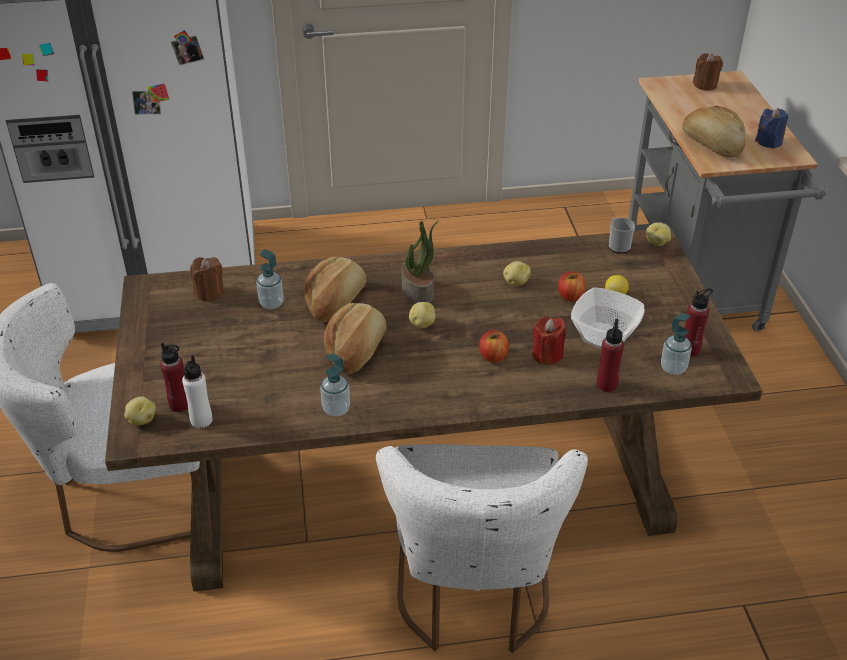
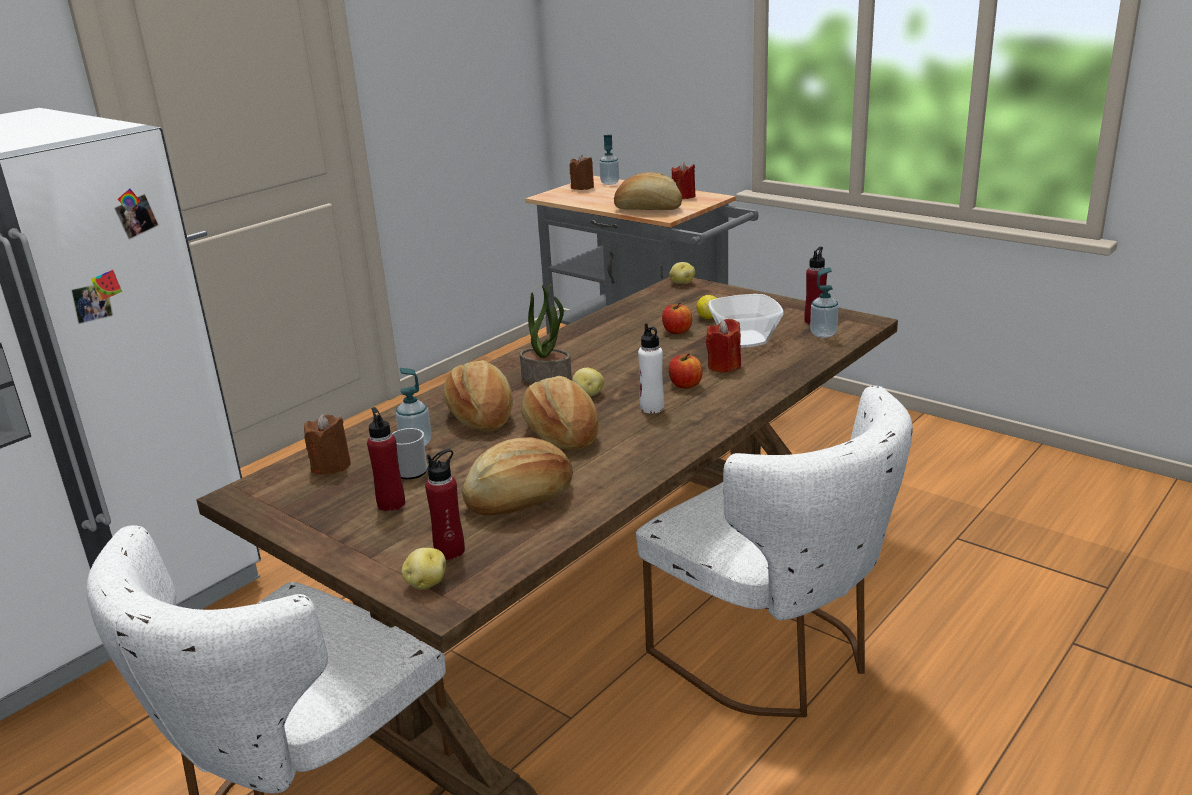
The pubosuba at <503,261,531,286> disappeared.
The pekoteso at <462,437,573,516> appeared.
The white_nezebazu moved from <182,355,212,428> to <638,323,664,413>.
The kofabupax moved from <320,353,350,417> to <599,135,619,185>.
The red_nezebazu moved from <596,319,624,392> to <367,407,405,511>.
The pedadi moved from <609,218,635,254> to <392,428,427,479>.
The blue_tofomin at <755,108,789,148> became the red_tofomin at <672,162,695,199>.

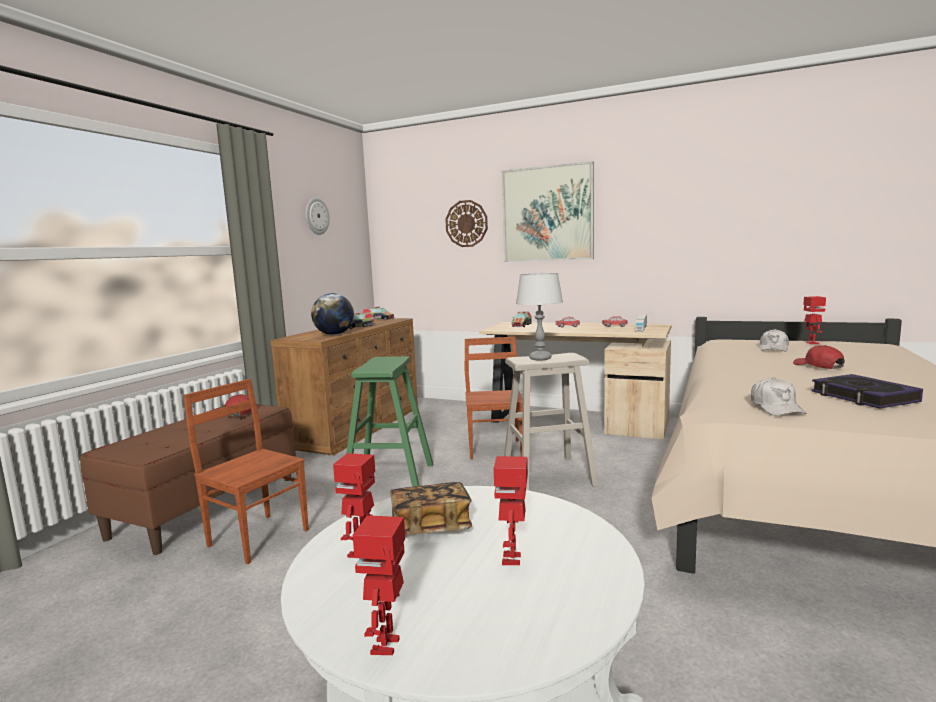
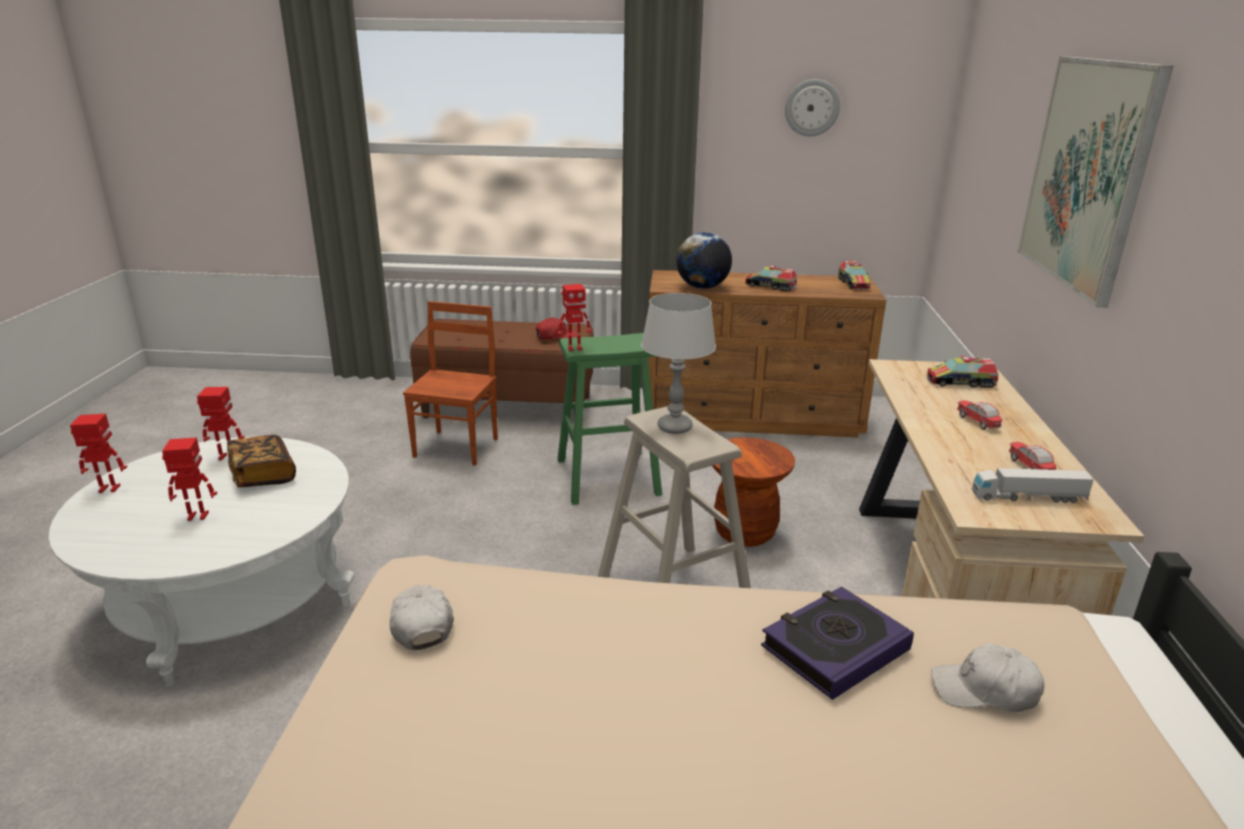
The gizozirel at <445,200,488,247> disappeared.
The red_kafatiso at <793,345,845,369> disappeared.
The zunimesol moved from <803,296,826,344> to <558,284,592,352>.
The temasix moved from <811,374,923,409> to <761,586,914,700>.
The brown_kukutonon at <465,337,523,459> was replaced by the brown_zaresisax at <712,437,795,547>.
The white_kafatiso at <751,378,807,416> turned 90 degrees clockwise.

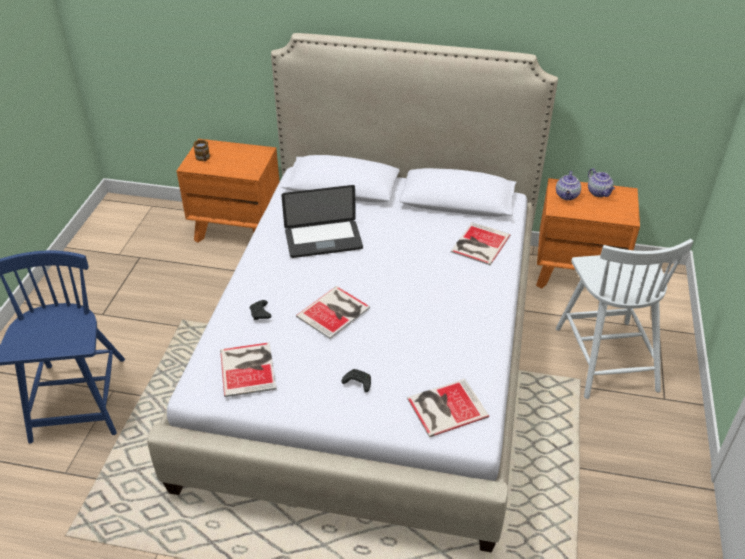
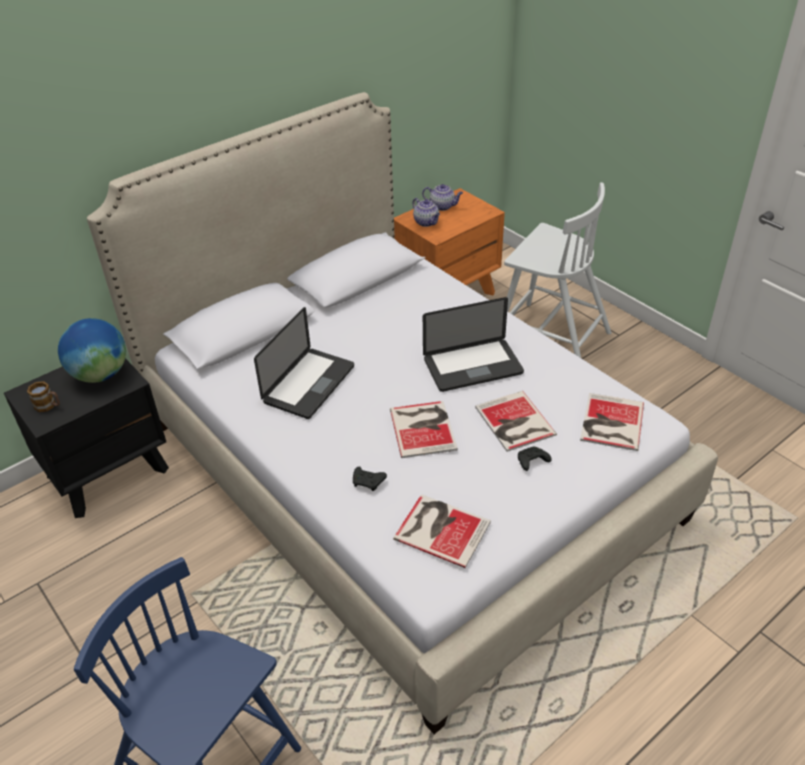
The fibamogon at <58,318,126,383> appeared.
The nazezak at <423,297,524,392> appeared.
The temasix moved from <451,222,511,265> to <475,391,557,452>.
The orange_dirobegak at <177,139,279,243> became the black_dirobegak at <4,358,169,518>.

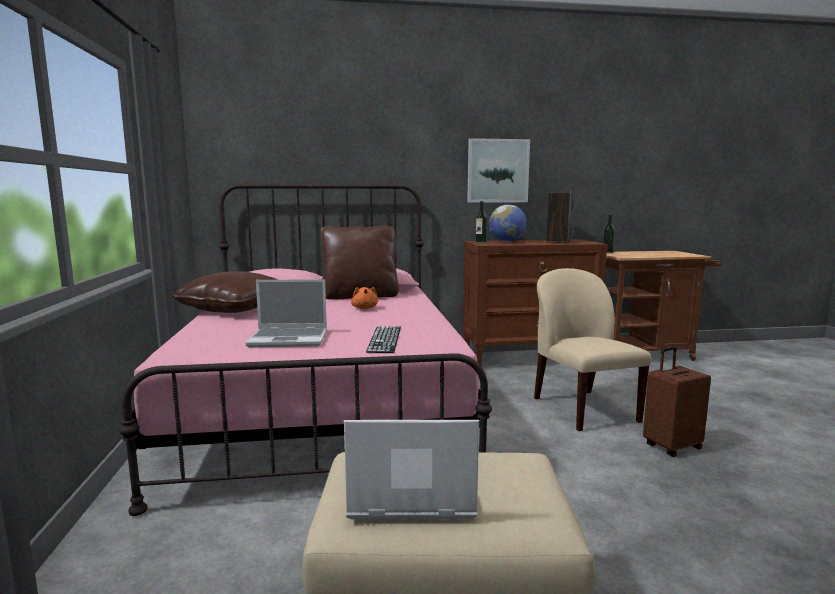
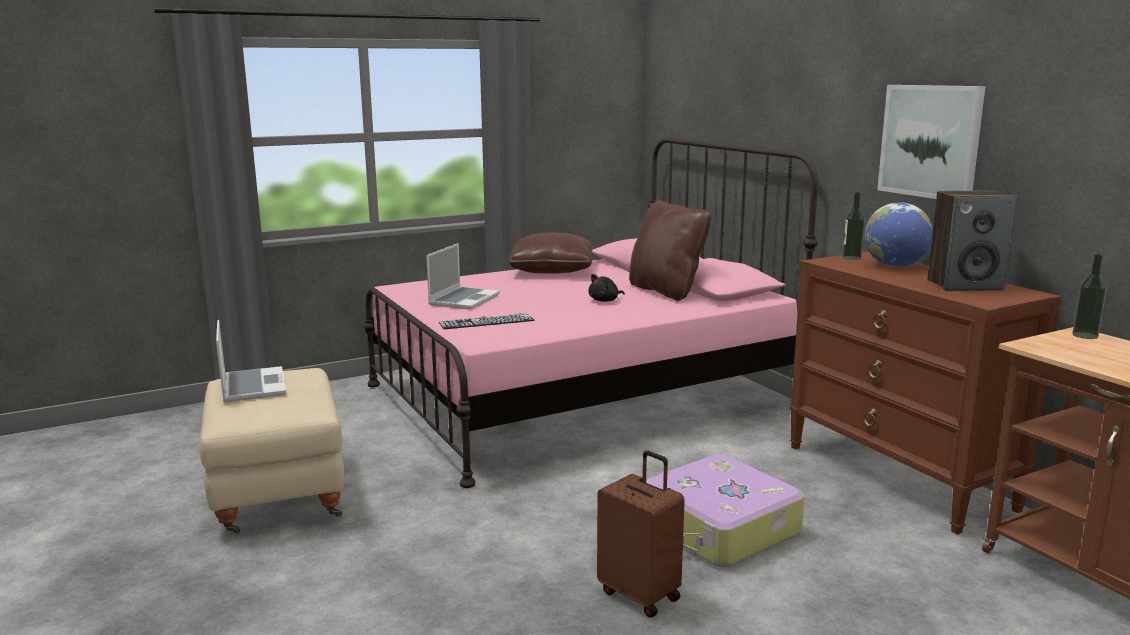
The beige_kukutonon at <534,268,652,431> was replaced by the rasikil at <646,454,805,567>.
The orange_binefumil at <351,287,378,309> became the black_binefumil at <588,274,625,302>.
The nazezak at <246,279,327,348> turned 135 degrees counterclockwise.

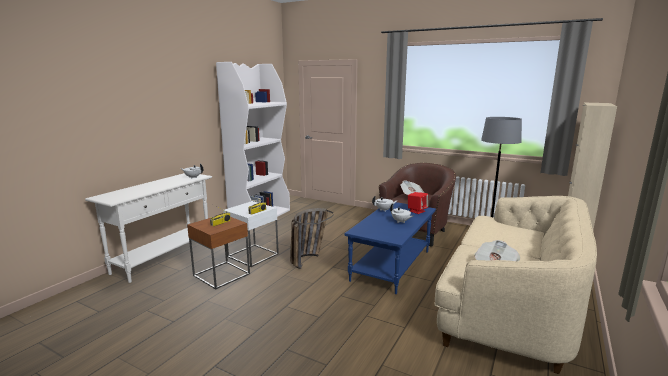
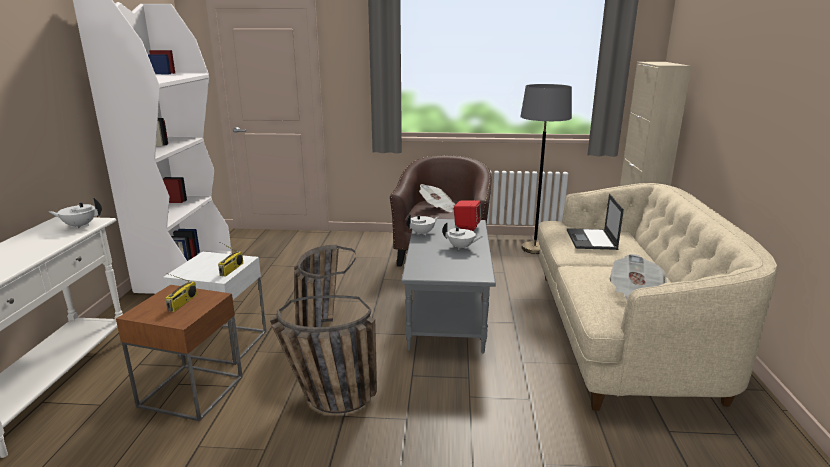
The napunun at <270,295,377,414> appeared.
The nazezak at <567,194,624,250> appeared.
The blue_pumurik at <344,202,436,294> became the grey_pumurik at <401,219,496,353>.

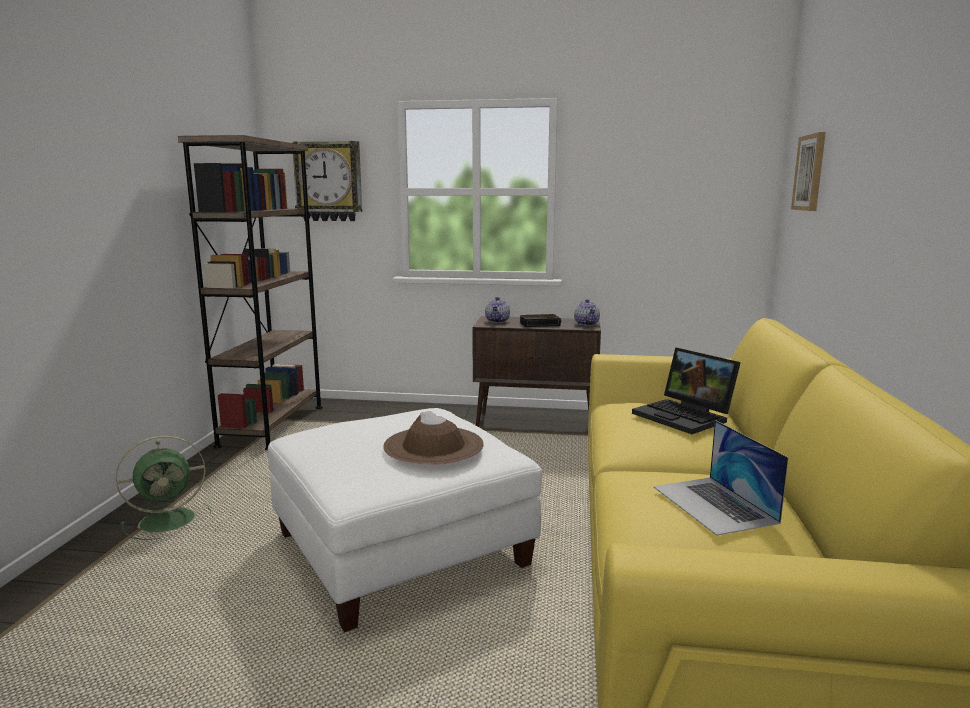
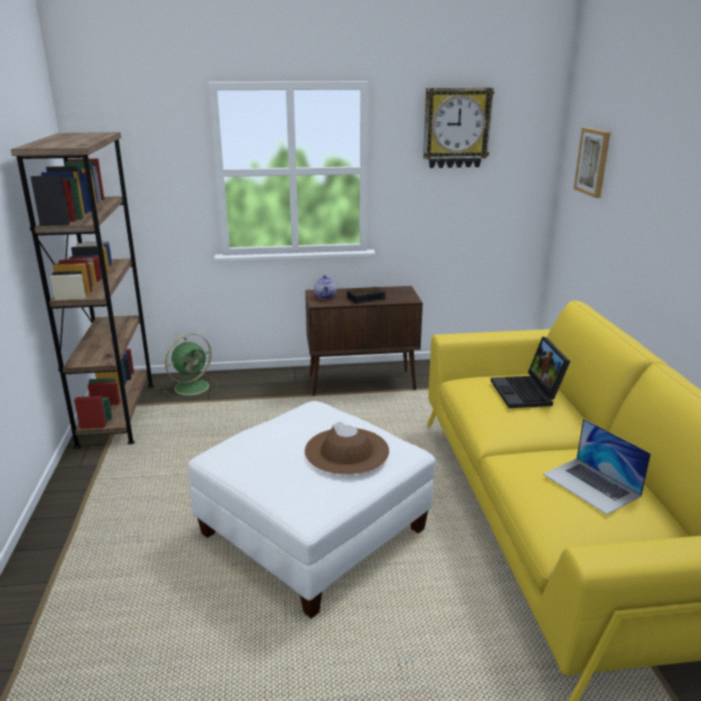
The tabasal at <574,299,600,326> disappeared.
The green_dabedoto moved from <116,435,211,540> to <163,333,218,399>.
The gizozirel moved from <292,141,362,221> to <423,88,494,168>.
The nazezak at <632,347,741,434> turned 45 degrees clockwise.

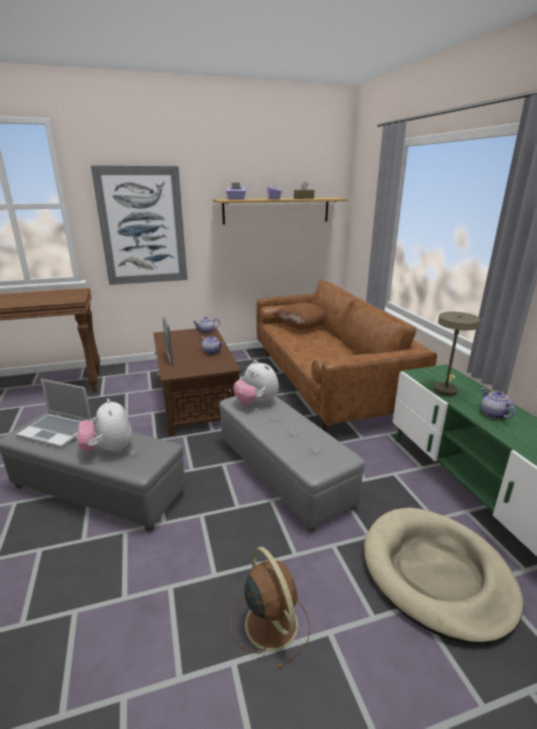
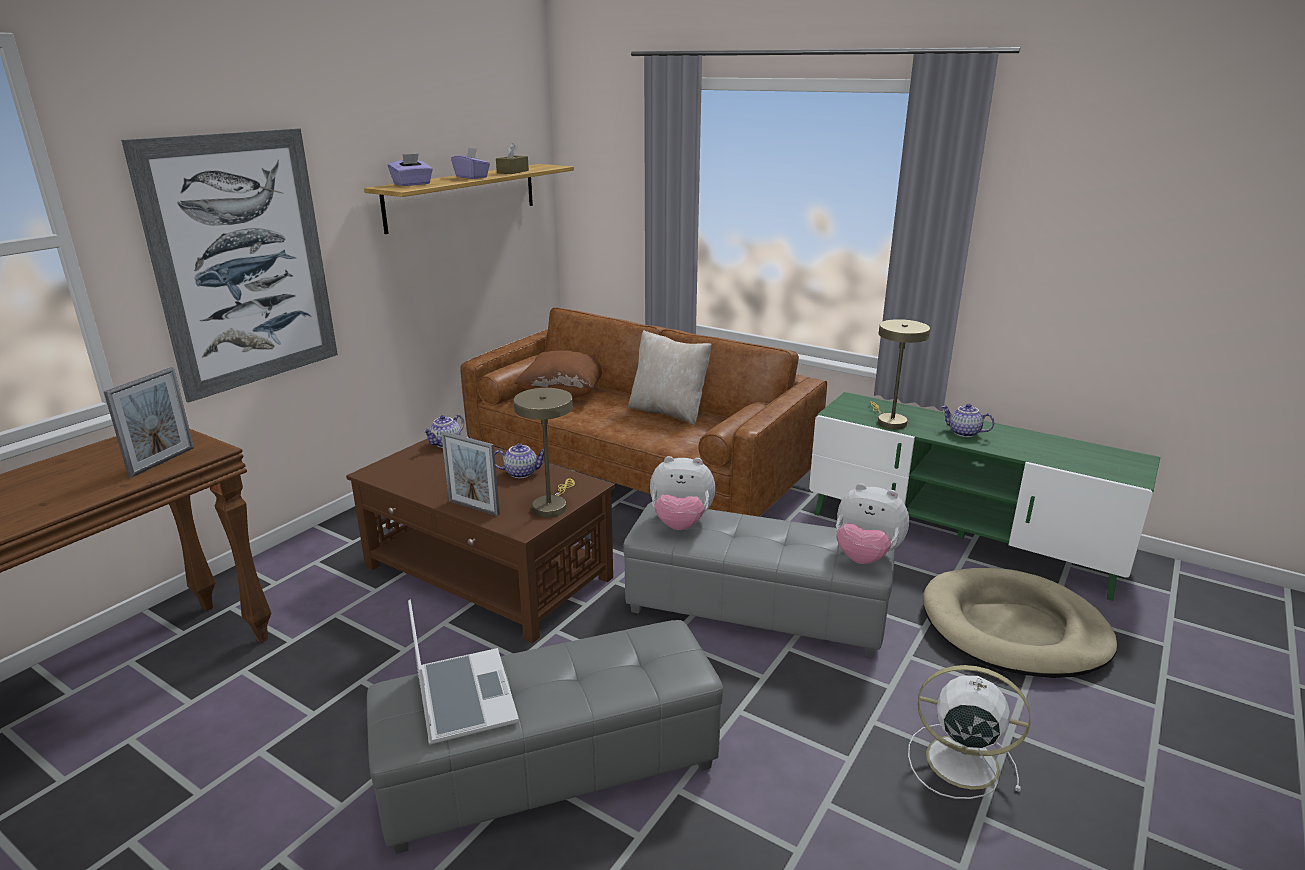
The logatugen at <104,367,194,478> appeared.
The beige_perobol at <514,388,575,517> appeared.
The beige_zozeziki at <628,330,712,426> appeared.
The binefumil moved from <77,399,132,454> to <836,483,909,564>.
The brown_dabedoto at <230,547,311,669> became the white_dabedoto at <908,665,1030,799>.
The nazezak at <16,379,91,448> turned 90 degrees counterclockwise.

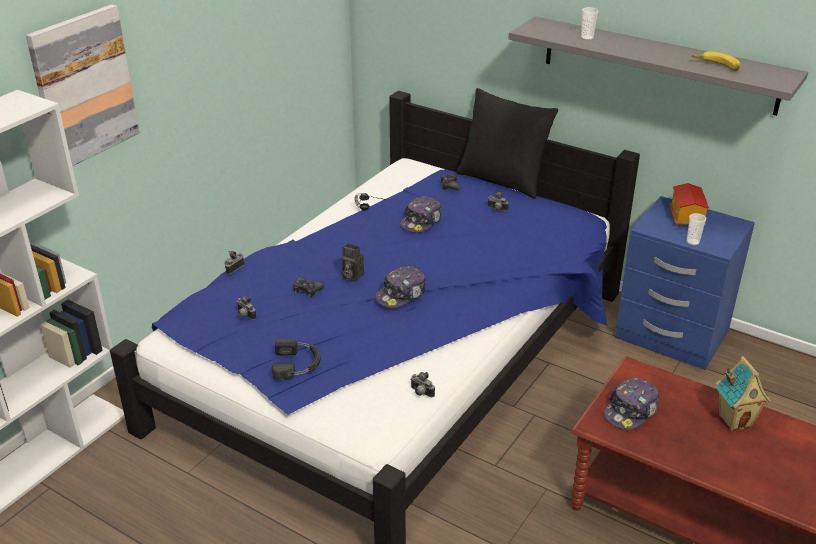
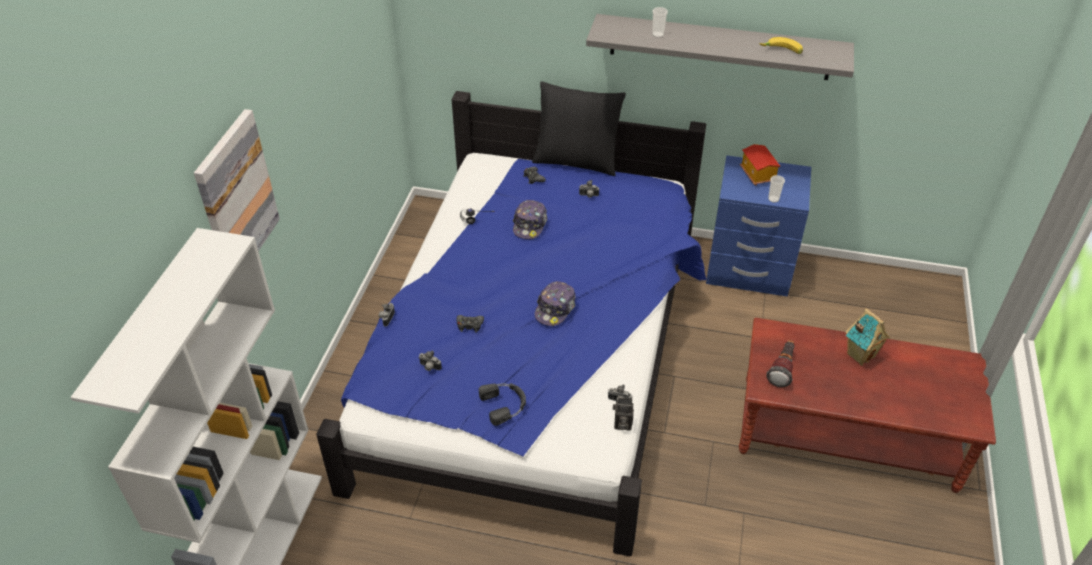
The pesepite moved from <342,243,364,281> to <613,397,634,430>.
The kafatiso at <604,378,659,430> was replaced by the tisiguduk at <767,340,795,387>.

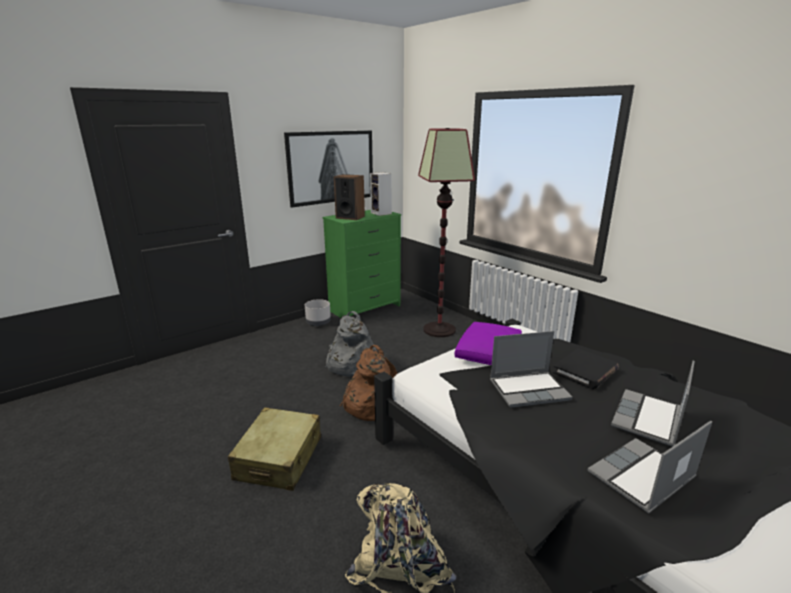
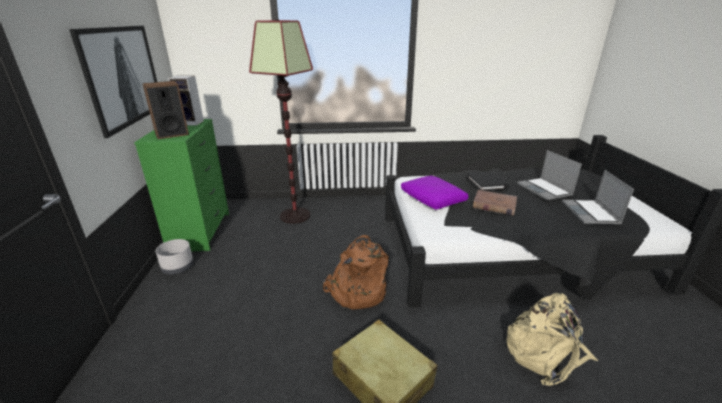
The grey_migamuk at <325,311,376,376> disappeared.
The nazezak at <490,331,573,408> was replaced by the brown_temasix at <473,190,517,215>.

